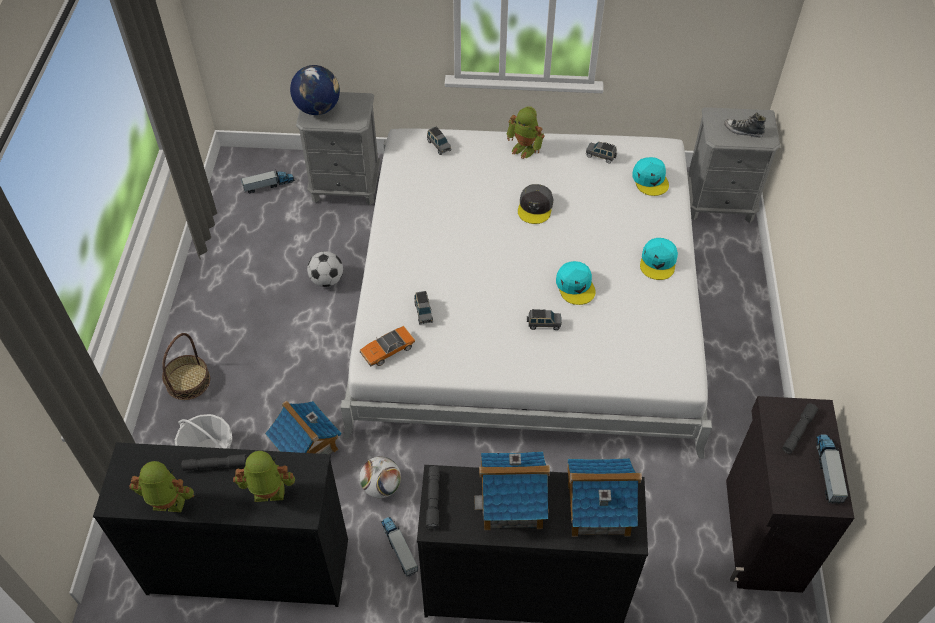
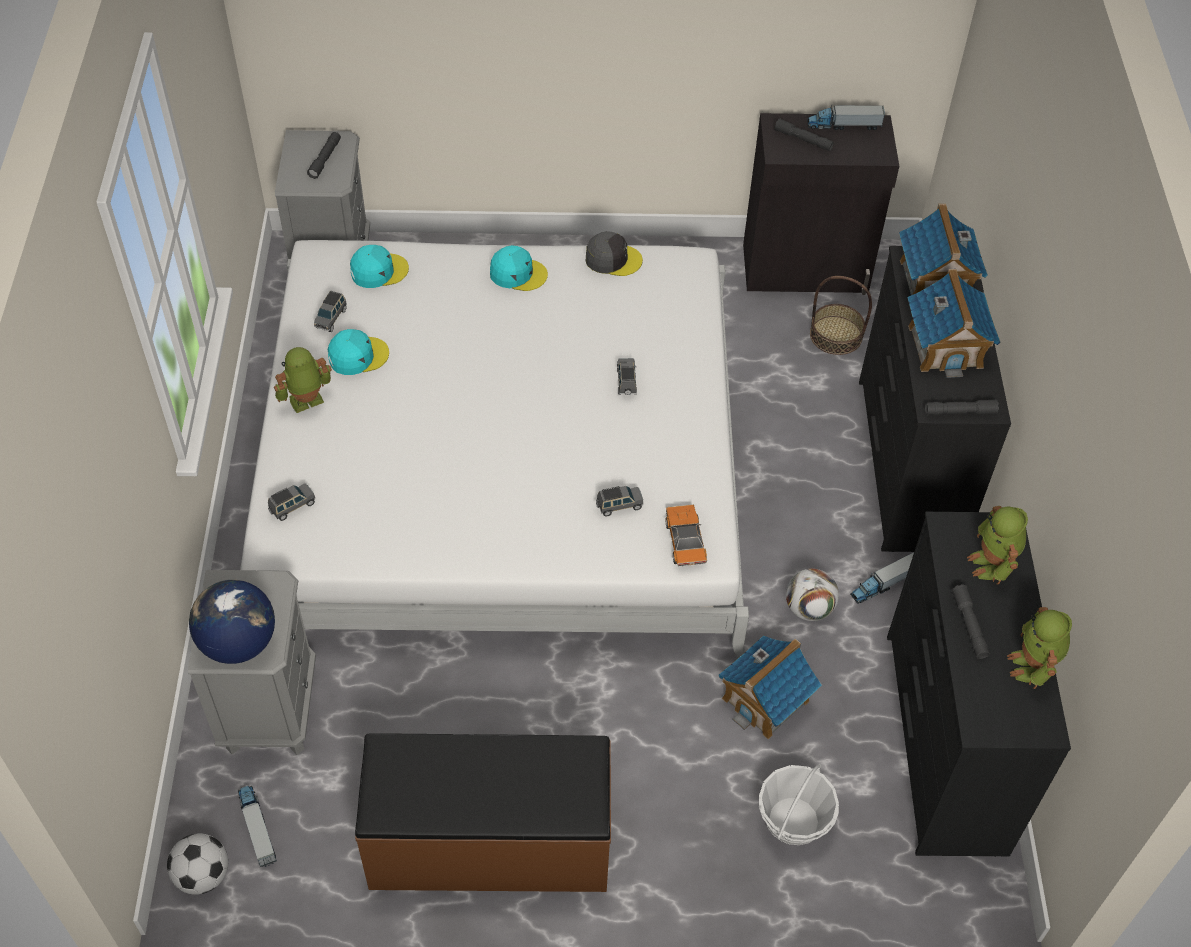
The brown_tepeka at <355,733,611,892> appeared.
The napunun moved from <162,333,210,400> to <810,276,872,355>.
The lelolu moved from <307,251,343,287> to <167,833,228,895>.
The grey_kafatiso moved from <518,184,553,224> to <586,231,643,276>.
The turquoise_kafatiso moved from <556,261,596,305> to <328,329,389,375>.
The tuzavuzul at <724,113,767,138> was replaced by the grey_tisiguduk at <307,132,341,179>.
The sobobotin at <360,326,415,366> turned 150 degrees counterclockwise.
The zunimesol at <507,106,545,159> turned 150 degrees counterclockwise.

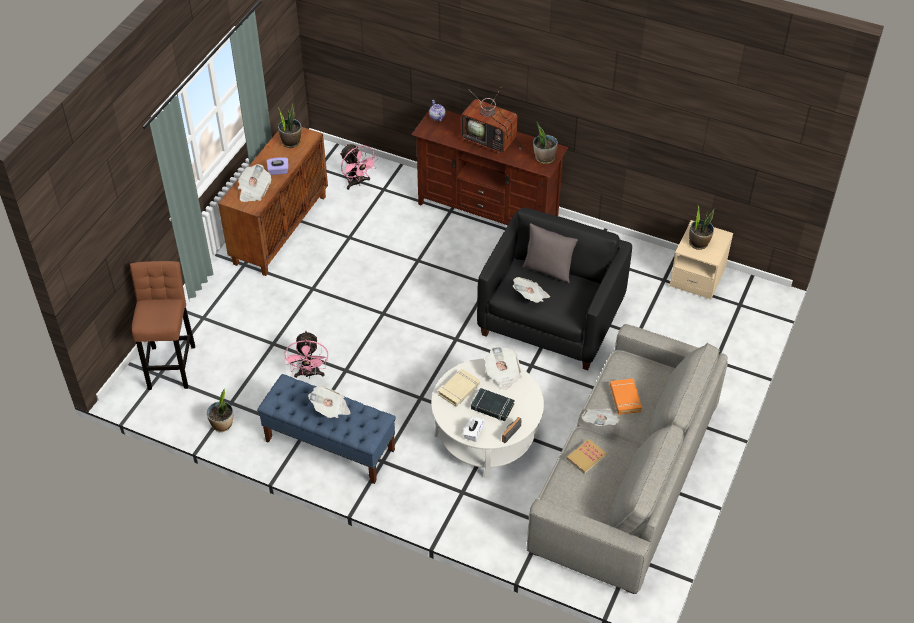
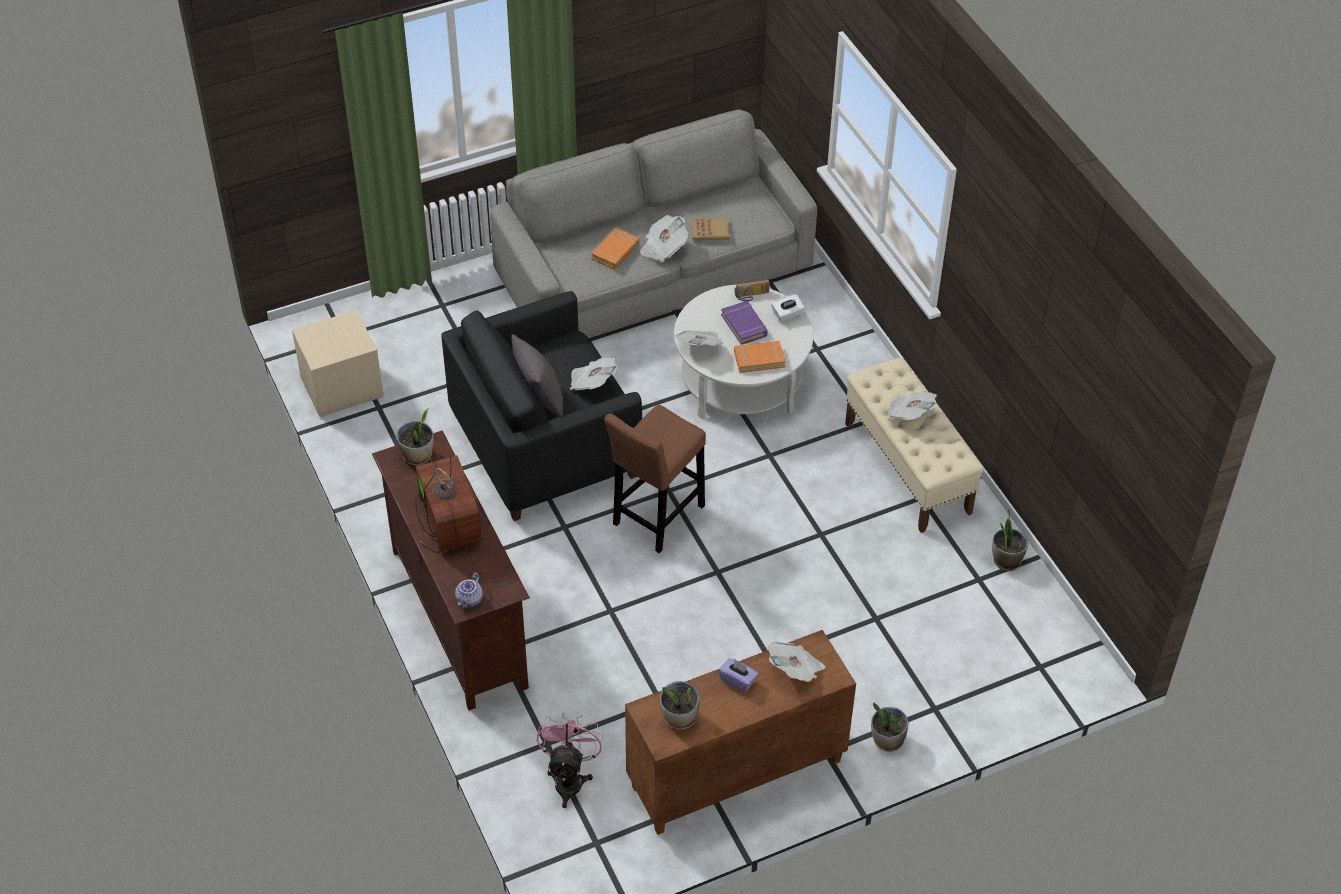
The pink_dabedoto at <285,331,328,379> disappeared.
The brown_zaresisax moved from <130,261,195,390> to <604,405,706,553>.
The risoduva moved from <689,206,714,250> to <871,703,908,752>.
The blue_tepeka at <257,374,396,484> became the beige_tepeka at <845,357,984,533>.
The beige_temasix at <438,369,480,407> became the orange_temasix at <734,341,786,373>.
The black_temasix at <471,388,515,421> became the purple_temasix at <721,301,768,344>.

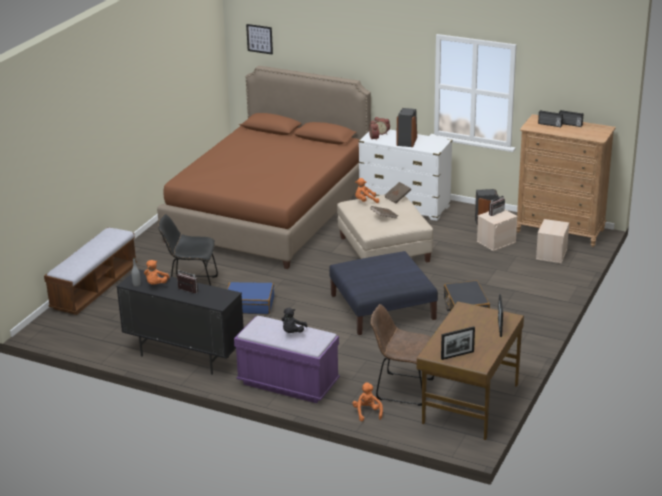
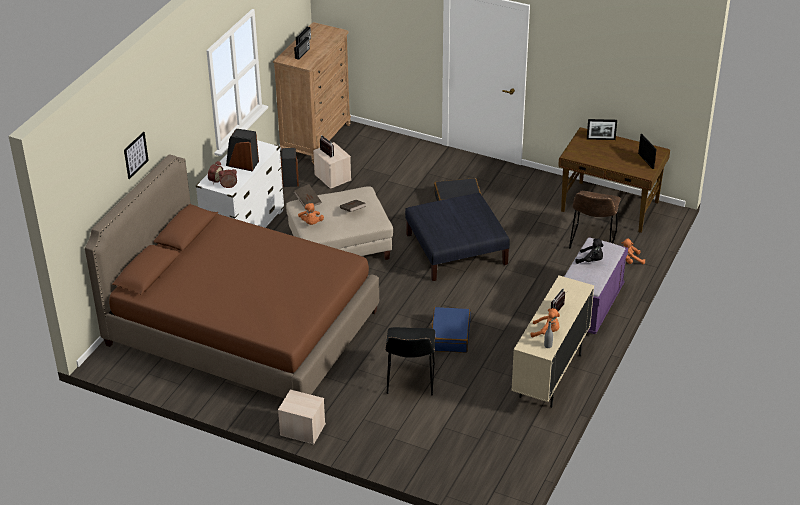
The tepeka at <44,227,137,315> disappeared.
The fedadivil moved from <246,24,273,55> to <124,132,149,179>.
The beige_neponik moved from <536,219,569,263> to <278,389,326,445>.
The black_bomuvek at <117,269,244,375> became the beige_bomuvek at <511,276,594,408>.

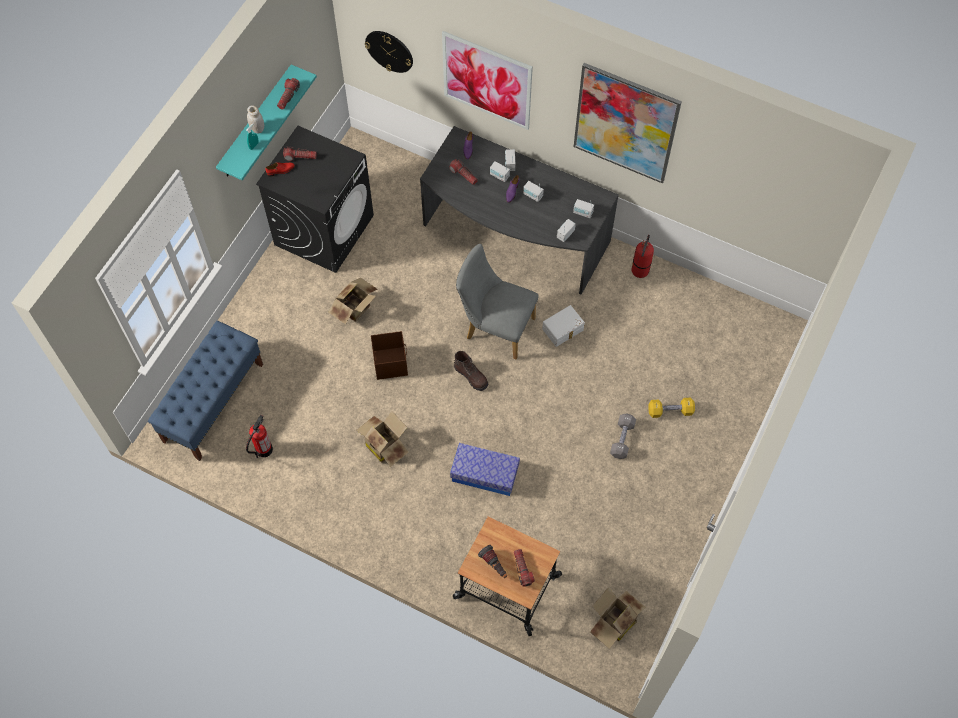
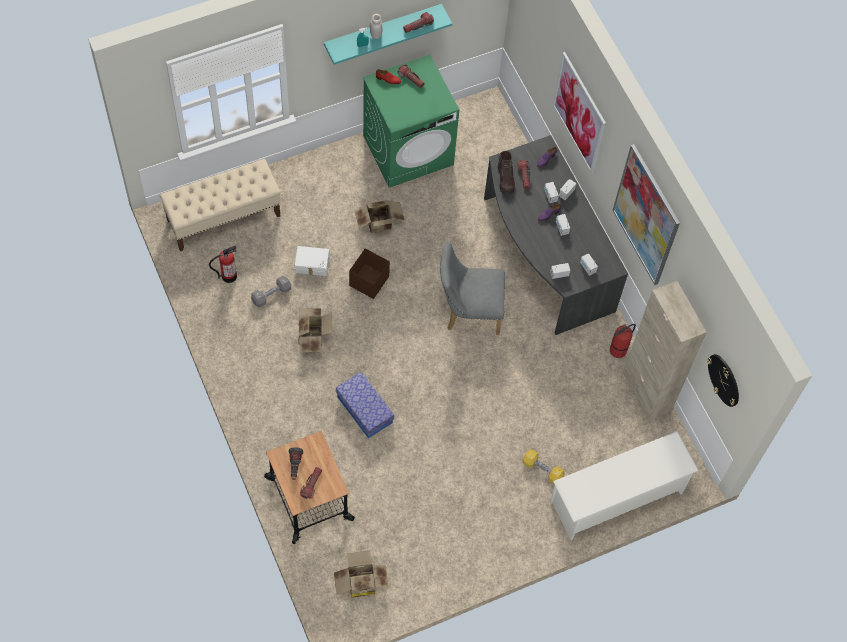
The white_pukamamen at <550,431,699,540> appeared.
The beige_bomuvek at <623,281,707,421> appeared.
The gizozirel moved from <365,31,413,73> to <707,354,739,407>.
The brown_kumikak moved from <454,351,488,391> to <498,151,515,195>.
The white_neponik moved from <542,305,585,347> to <295,246,329,276>.
The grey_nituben moved from <610,414,636,459> to <251,276,291,307>.
The blue_tepeka at <148,321,263,461> became the beige_tepeka at <160,159,281,251>.
The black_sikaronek at <256,126,374,273> became the green_sikaronek at <363,55,459,188>.
The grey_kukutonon at <456,244,539,359> turned 60 degrees counterclockwise.

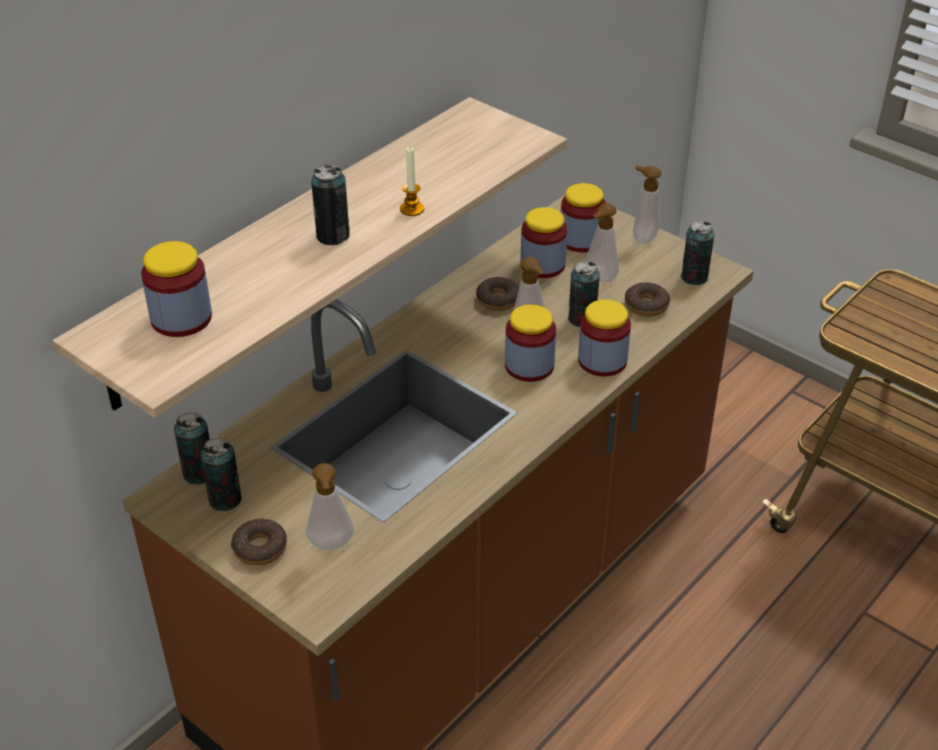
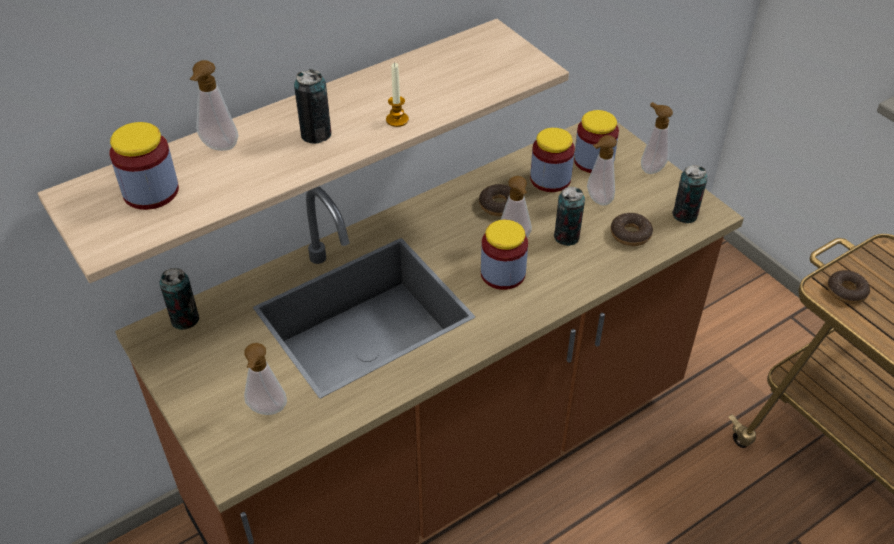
The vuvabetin at <201,438,242,511> disappeared.
The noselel at <578,299,631,376> disappeared.
The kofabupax at <190,60,238,151> appeared.
The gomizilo moved from <231,519,287,565> to <827,270,870,304>.

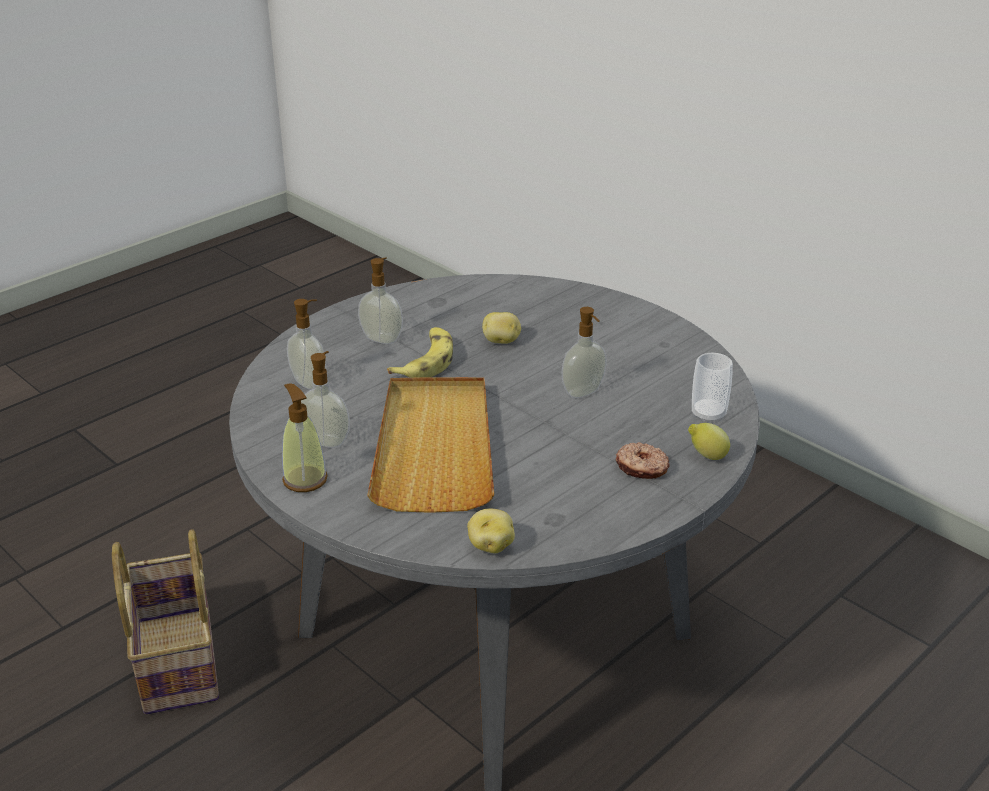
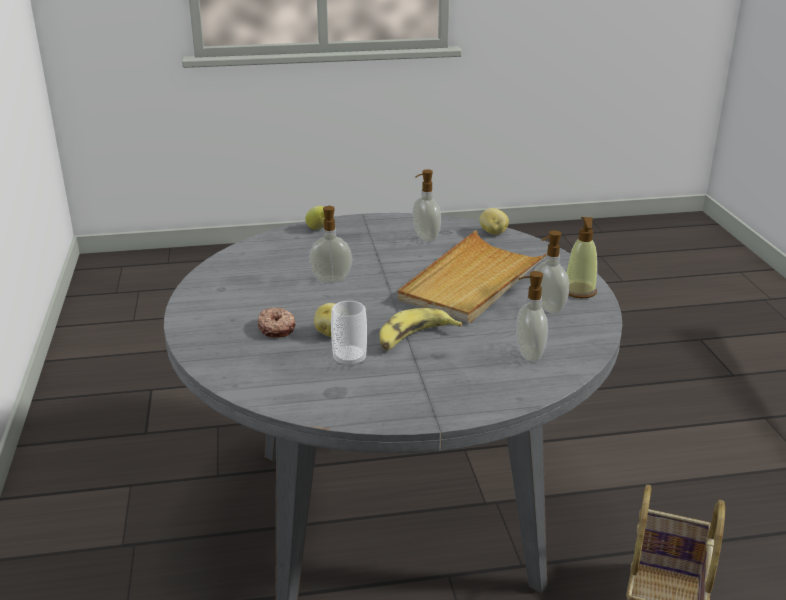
The kofabupax moved from <358,257,403,344> to <413,170,441,242>.
The gomizilo moved from <616,442,670,479> to <258,307,296,338>.
The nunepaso moved from <692,353,733,423> to <331,301,367,368>.

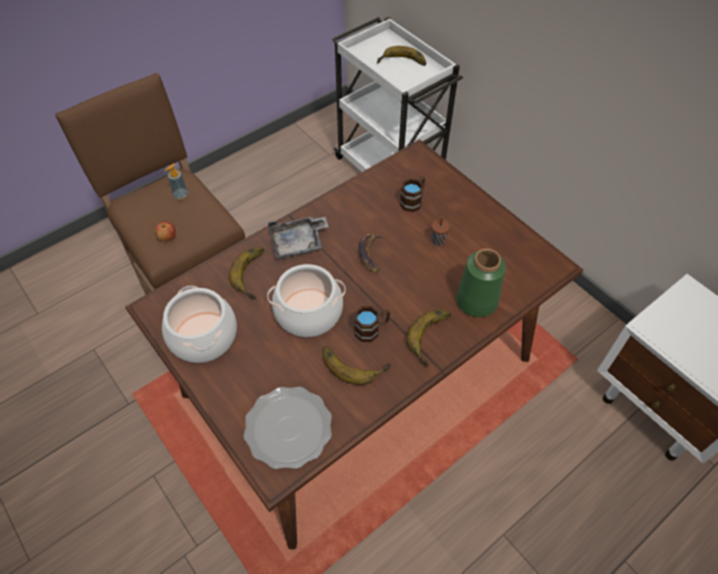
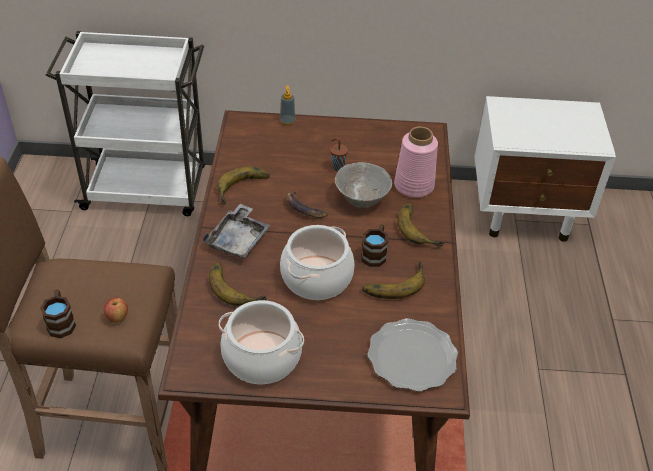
The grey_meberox at <335,162,392,208> appeared.
The kofabupax moved from <165,164,188,200> to <280,85,295,125>.
The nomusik moved from <377,46,426,66> to <217,166,270,205>.
The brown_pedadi moved from <400,177,425,212> to <40,290,76,338>.
The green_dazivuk at <456,249,506,317> became the pink_dazivuk at <394,127,438,198>.

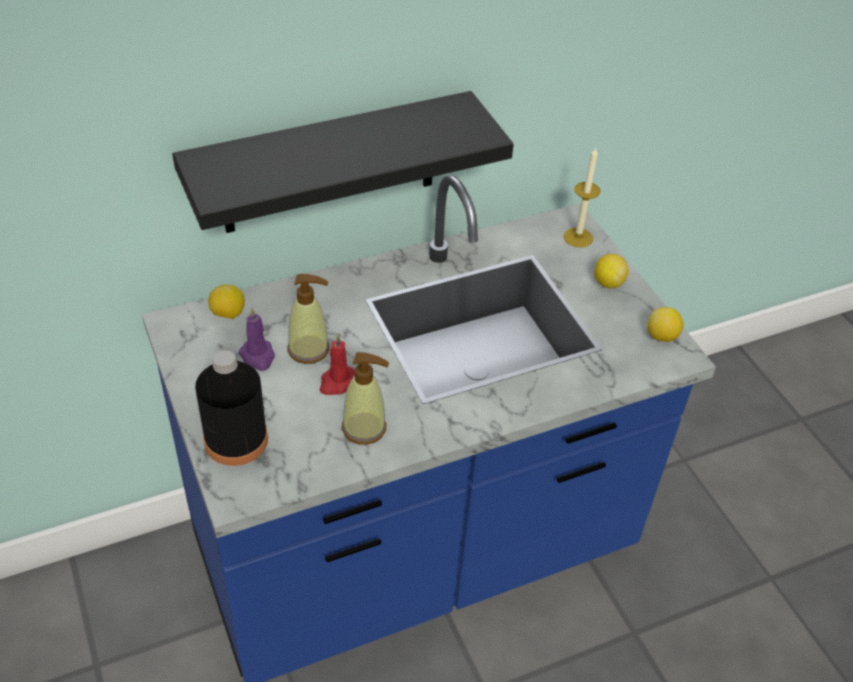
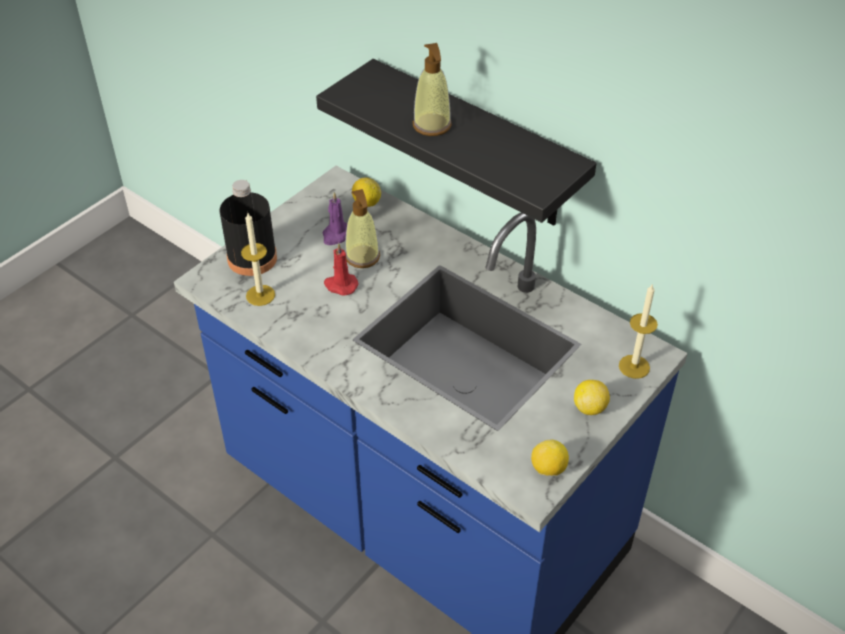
The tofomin at <241,213,275,306> appeared.
The kofabupax moved from <342,352,389,445> to <413,43,452,136>.

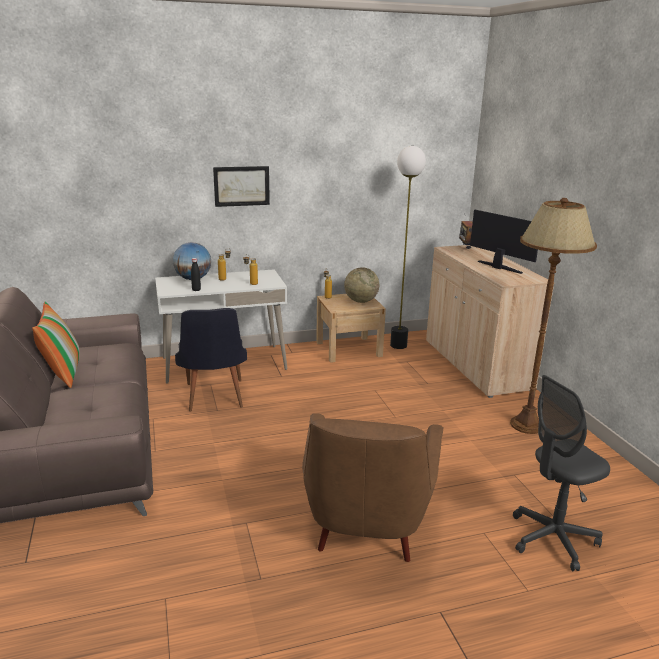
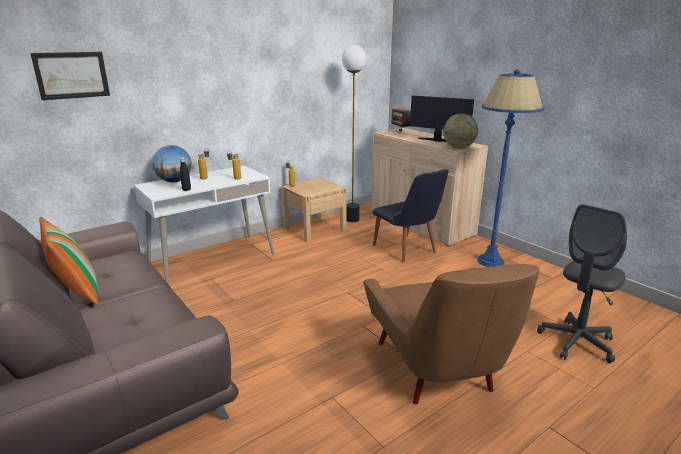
The black_kukutonon moved from <175,308,247,412> to <372,169,449,262>.
The fedadivil moved from <213,166,270,207> to <30,52,110,100>.
The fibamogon moved from <344,267,379,303> to <443,113,478,148>.
The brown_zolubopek at <510,198,597,434> became the blue_zolubopek at <477,69,544,267>.

